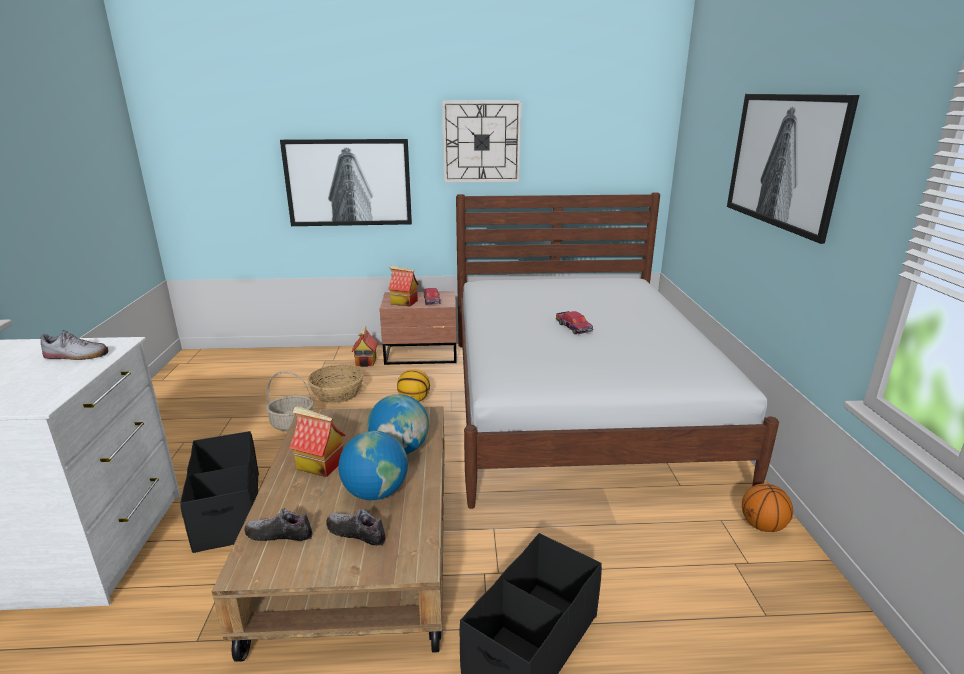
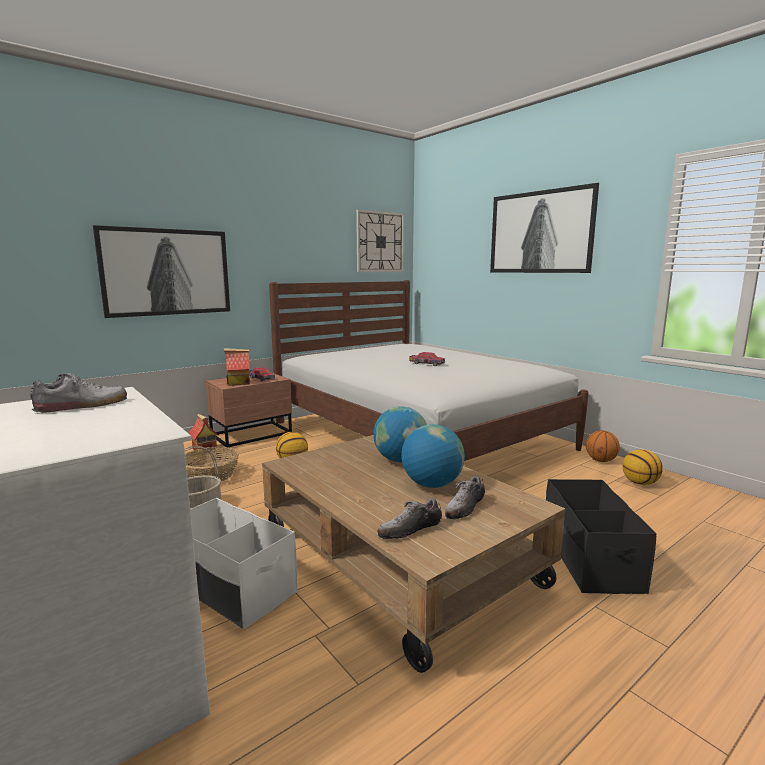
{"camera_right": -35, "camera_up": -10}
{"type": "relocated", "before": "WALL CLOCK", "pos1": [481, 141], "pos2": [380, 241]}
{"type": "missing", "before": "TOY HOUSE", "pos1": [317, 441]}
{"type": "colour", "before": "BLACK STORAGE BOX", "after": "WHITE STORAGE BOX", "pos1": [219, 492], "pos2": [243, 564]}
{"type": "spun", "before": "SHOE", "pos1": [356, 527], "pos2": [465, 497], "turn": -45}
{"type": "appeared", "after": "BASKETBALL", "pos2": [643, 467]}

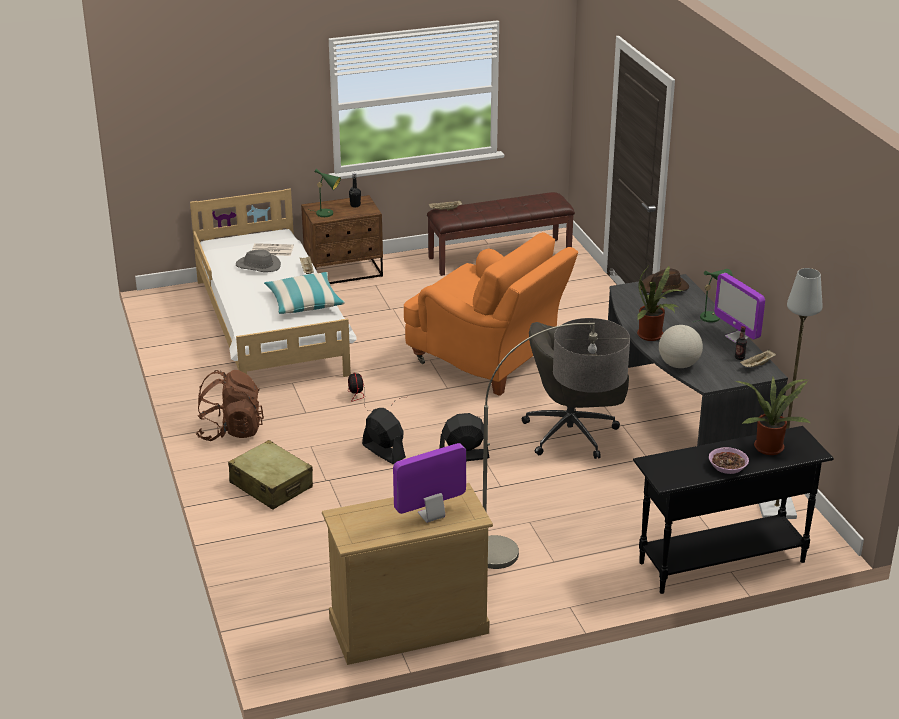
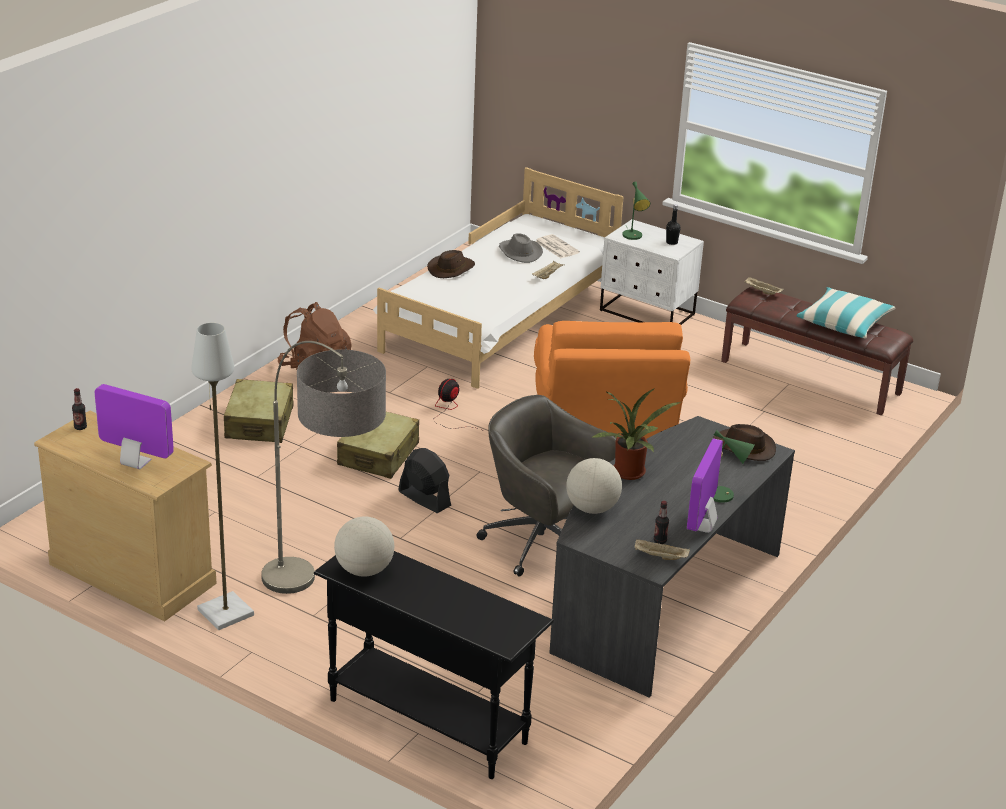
{"camera_right": 50, "camera_up": 0}
{"type": "colour", "before": "BROWN NIGHTSTAND", "after": "WHITE NIGHTSTAND", "pos1": [342, 239], "pos2": [652, 272]}
{"type": "relocated", "before": "GREY FLOOR LAMP", "pos1": [790, 393], "pos2": [222, 476]}
{"type": "relocated", "before": "PILLOW", "pos1": [304, 293], "pos2": [846, 312]}
{"type": "missing", "before": "POTTED PLANT", "pos1": [772, 416]}
{"type": "exchanged", "before": "BLACK FAN", "after": "BEIGE SUITCASE", "pos1": [384, 436], "pos2": [378, 445]}
{"type": "missing", "before": "BOWL", "pos1": [729, 460]}
{"type": "appeared", "after": "BROWN HAT", "pos2": [451, 264]}
{"type": "appeared", "after": "BOTTLE", "pos2": [79, 409]}
{"type": "appeared", "after": "GLOBE", "pos2": [364, 546]}

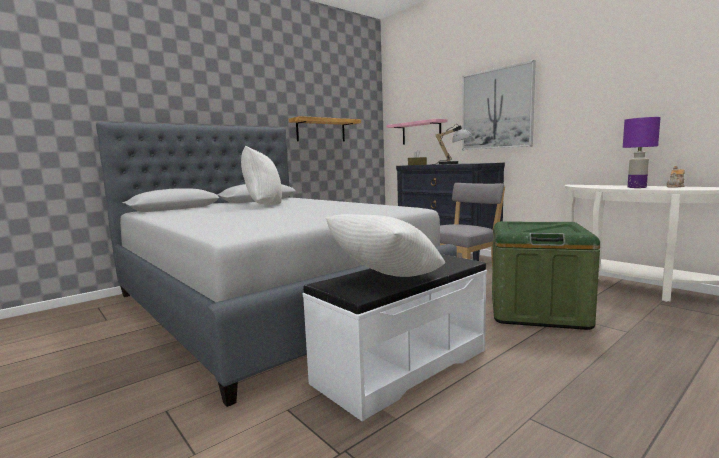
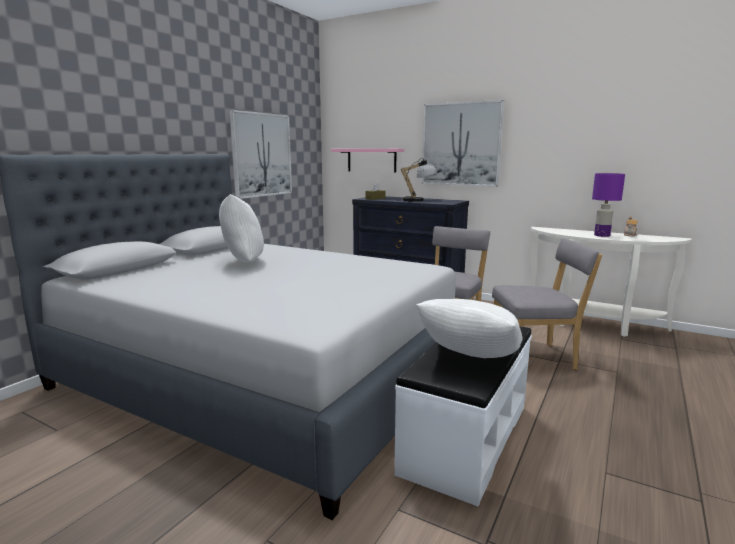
{"camera_right": -20, "camera_up": 5}
{"type": "exchanged", "before": "SHELF", "after": "PICTURE", "pos1": [325, 129], "pos2": [260, 154]}
{"type": "exchanged", "before": "GREEN STORAGE BOX", "after": "GREY CHAIR", "pos1": [546, 275], "pos2": [547, 304]}

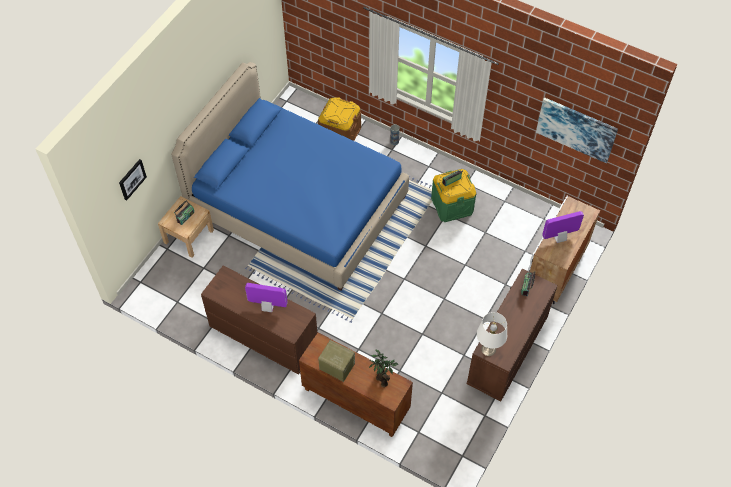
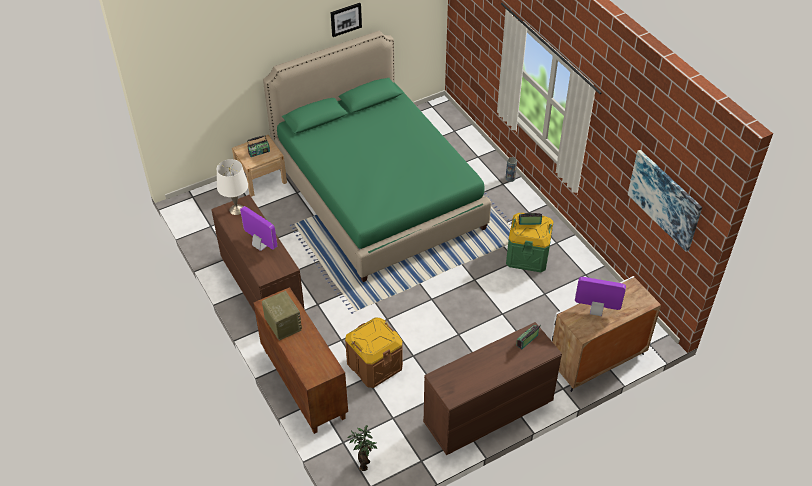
{"camera_right": 30, "camera_up": -10}
{"type": "colour", "before": "BLUE BED", "after": "GREEN BED", "pos1": [290, 176], "pos2": [377, 156]}
{"type": "relocated", "before": "BROWN STORAGE BOX", "pos1": [339, 119], "pos2": [374, 352]}
{"type": "relocated", "before": "PICTURE", "pos1": [133, 179], "pos2": [346, 20]}
{"type": "relocated", "before": "WHITE TABLE LAMP", "pos1": [492, 334], "pos2": [232, 187]}
{"type": "relocated", "before": "POTTED PLANT", "pos1": [383, 368], "pos2": [362, 448]}

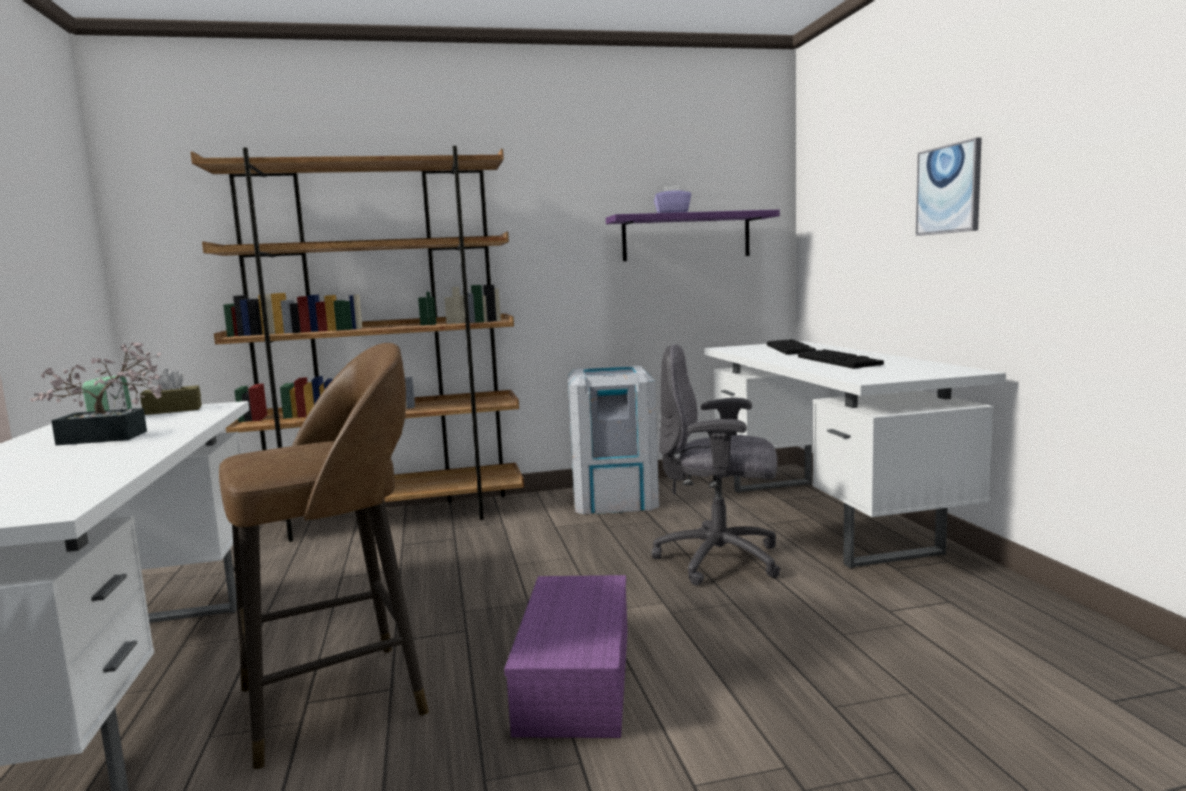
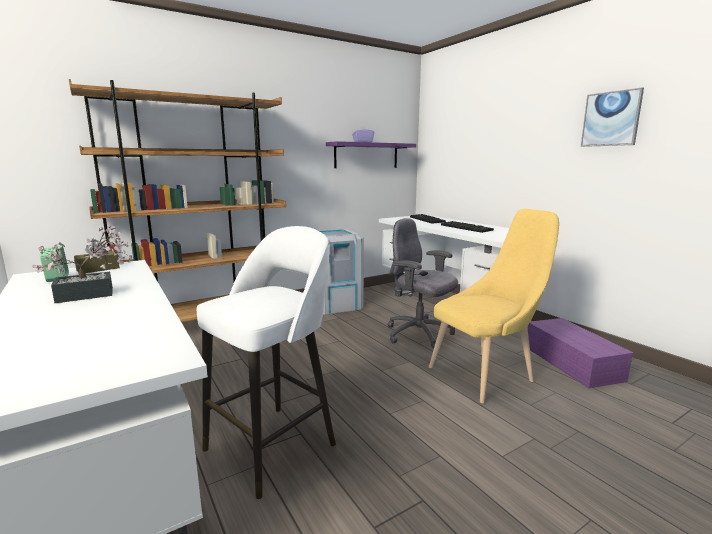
{"camera_right": -20, "camera_up": 5}
{"type": "relocated", "before": "PICTURE", "pos1": [949, 186], "pos2": [612, 117]}
{"type": "colour", "before": "BROWN STOOL", "after": "WHITE STOOL", "pos1": [324, 556], "pos2": [266, 362]}
{"type": "spun", "before": "GREY OFFICE CHAIR", "pos1": [716, 465], "pos2": [422, 283], "turn": 45}
{"type": "relocated", "before": "PURPLE STORAGE BOX", "pos1": [566, 656], "pos2": [581, 353]}
{"type": "appeared", "after": "YELLOW CHAIR", "pos2": [494, 306]}

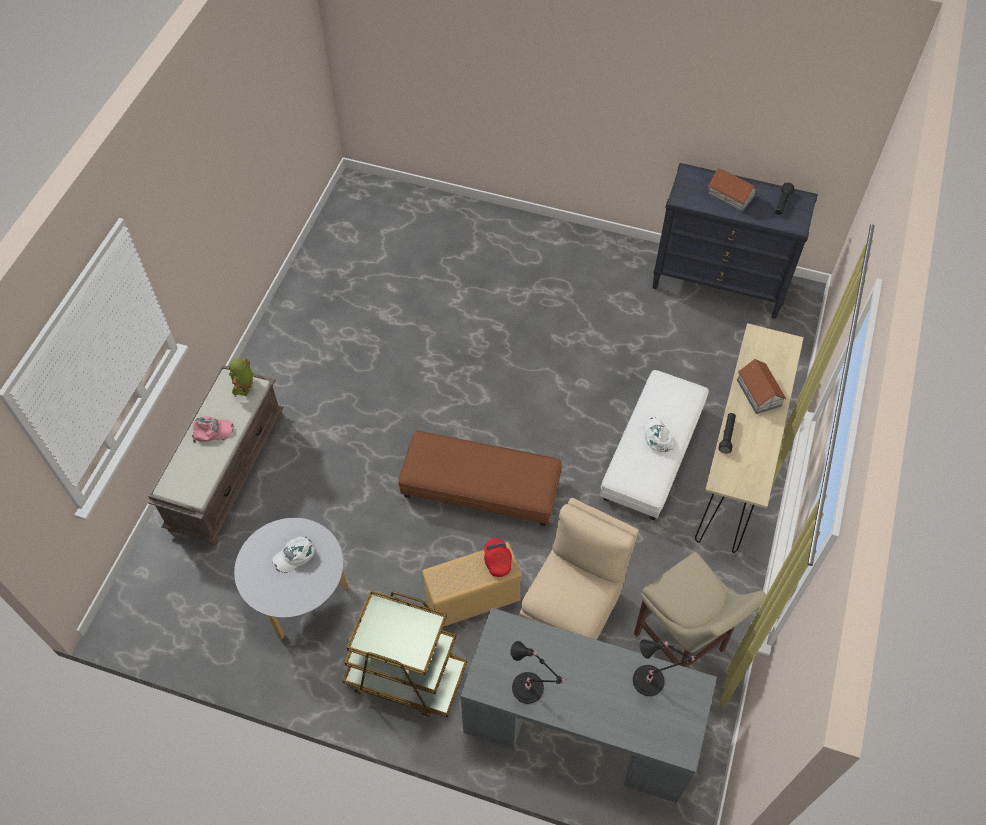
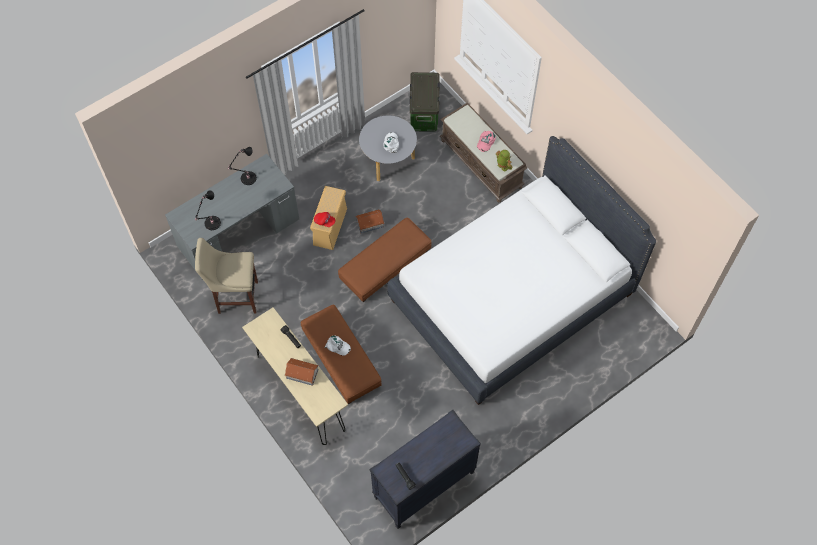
{"camera_right": 125, "camera_up": 5}
{"type": "relocated", "before": "TOY HOUSE", "pos1": [732, 190], "pos2": [369, 221]}
{"type": "colour", "before": "WHITE OTTOMAN", "after": "BROWN OTTOMAN", "pos1": [654, 445], "pos2": [341, 354]}
{"type": "missing", "before": "BEIGE CHAIR", "pos1": [579, 569]}
{"type": "missing", "before": "BROWN CART", "pos1": [404, 653]}
{"type": "appeared", "after": "STORAGE BOX", "pos2": [425, 102]}
{"type": "appeared", "after": "WHITE BED", "pos2": [521, 270]}

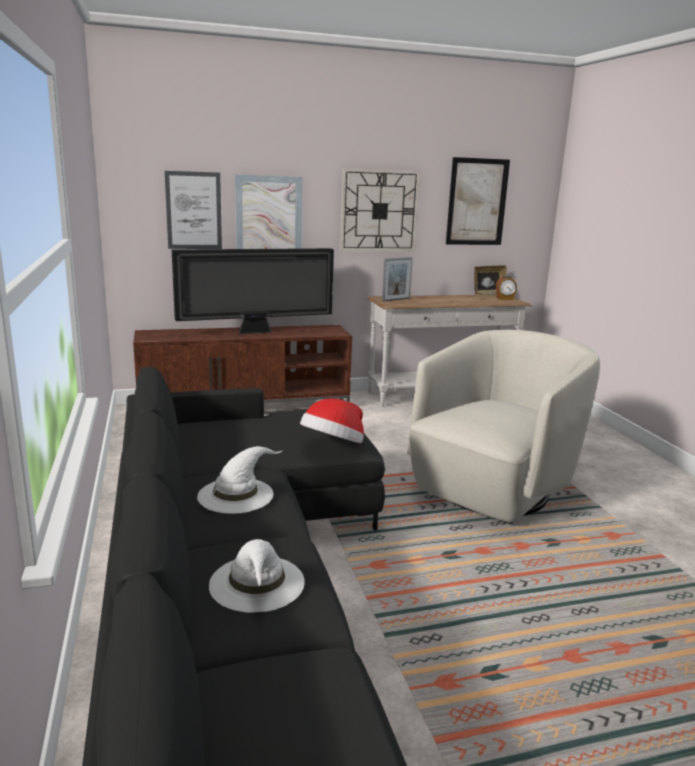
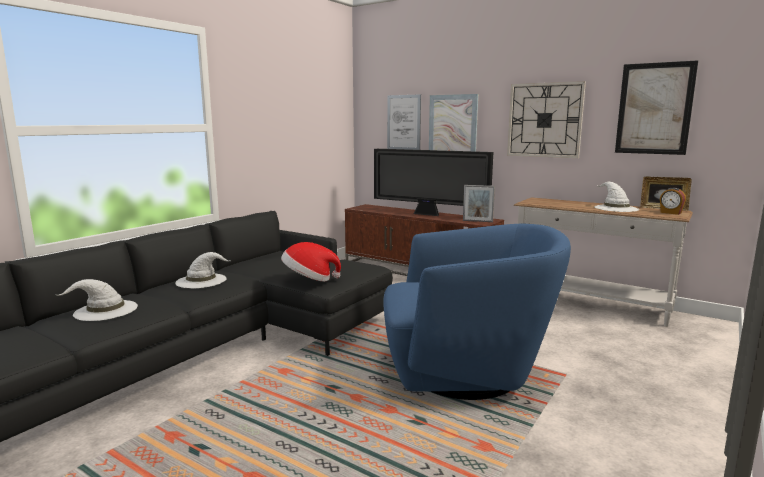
{"camera_right": 50, "camera_up": -5}
{"type": "relocated", "before": "PICTURE FRAME", "pos1": [397, 279], "pos2": [479, 203]}
{"type": "colour", "before": "BEIGE ARMCHAIR", "after": "BLUE ARMCHAIR", "pos1": [503, 426], "pos2": [477, 312]}
{"type": "appeared", "after": "WHITE HAT", "pos2": [617, 197]}

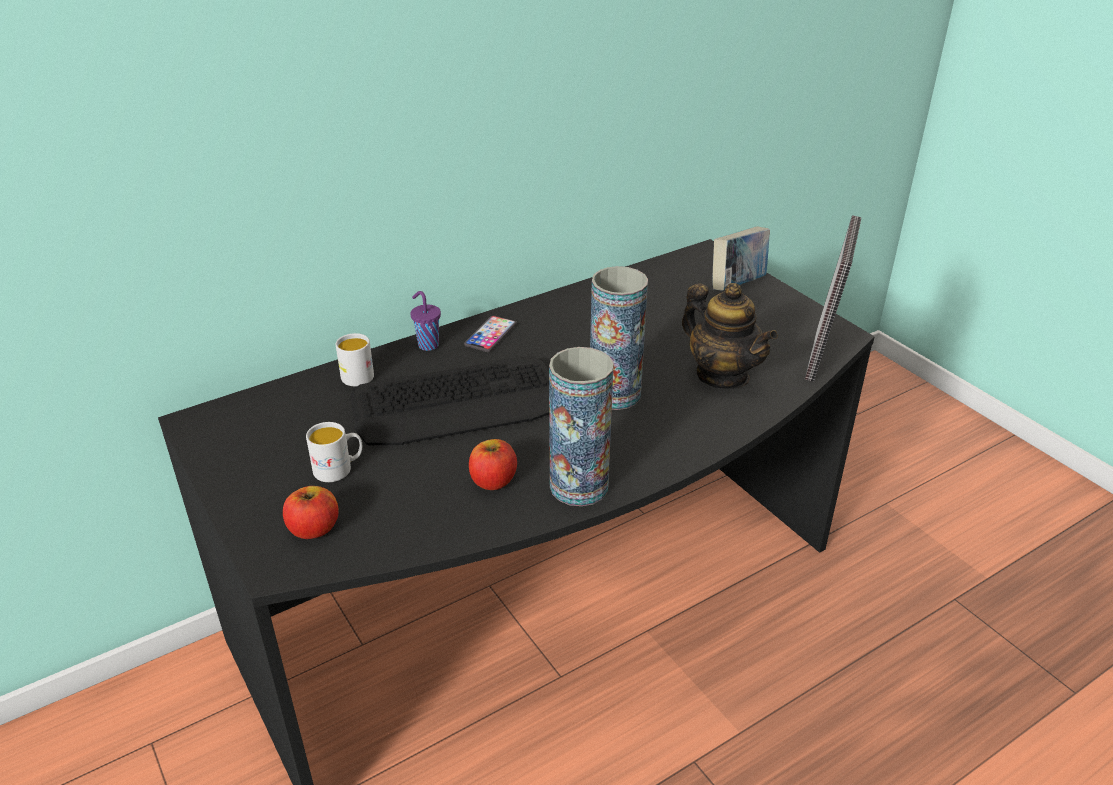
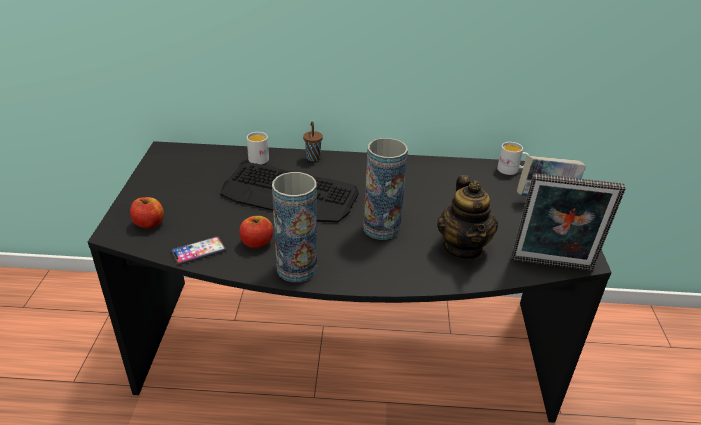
{"camera_right": 35, "camera_up": 0}
{"type": "spun", "before": "PICTURE FRAME", "pos1": [833, 298], "pos2": [569, 222], "turn": 45}
{"type": "colour", "before": "PURPLE CUP", "after": "BROWN CUP", "pos1": [425, 321], "pos2": [313, 141]}
{"type": "relocated", "before": "PHONE", "pos1": [490, 334], "pos2": [198, 251]}
{"type": "relocated", "before": "WHITE MUG", "pos1": [334, 452], "pos2": [513, 158]}

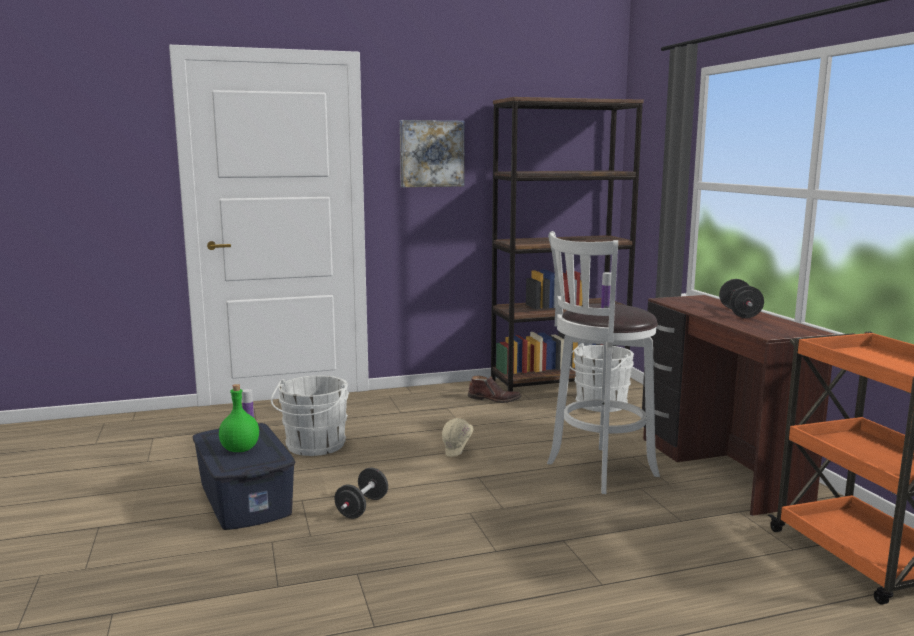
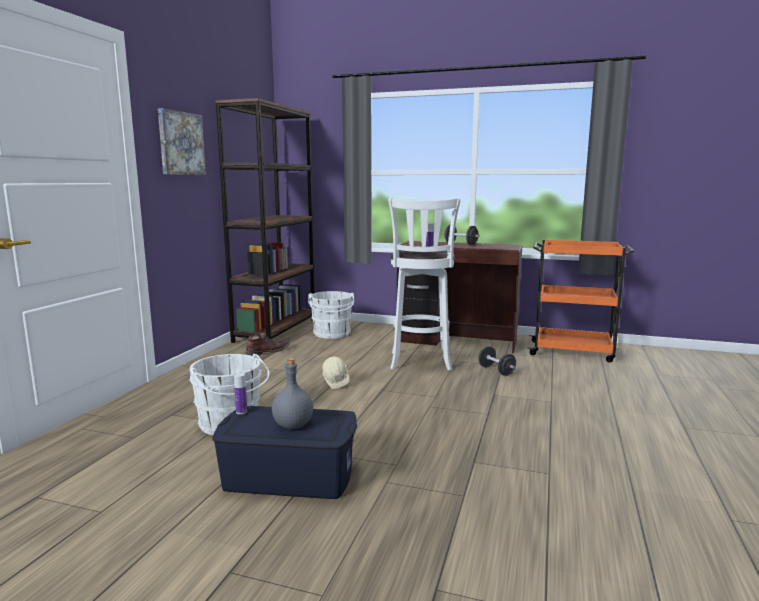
{"camera_right": -55, "camera_up": 0}
{"type": "colour", "before": "GREEN BOTTLE", "after": "GREY BOTTLE", "pos1": [239, 418], "pos2": [292, 393]}
{"type": "relocated", "before": "BLACK DUMBBELL", "pos1": [361, 493], "pos2": [497, 361]}

